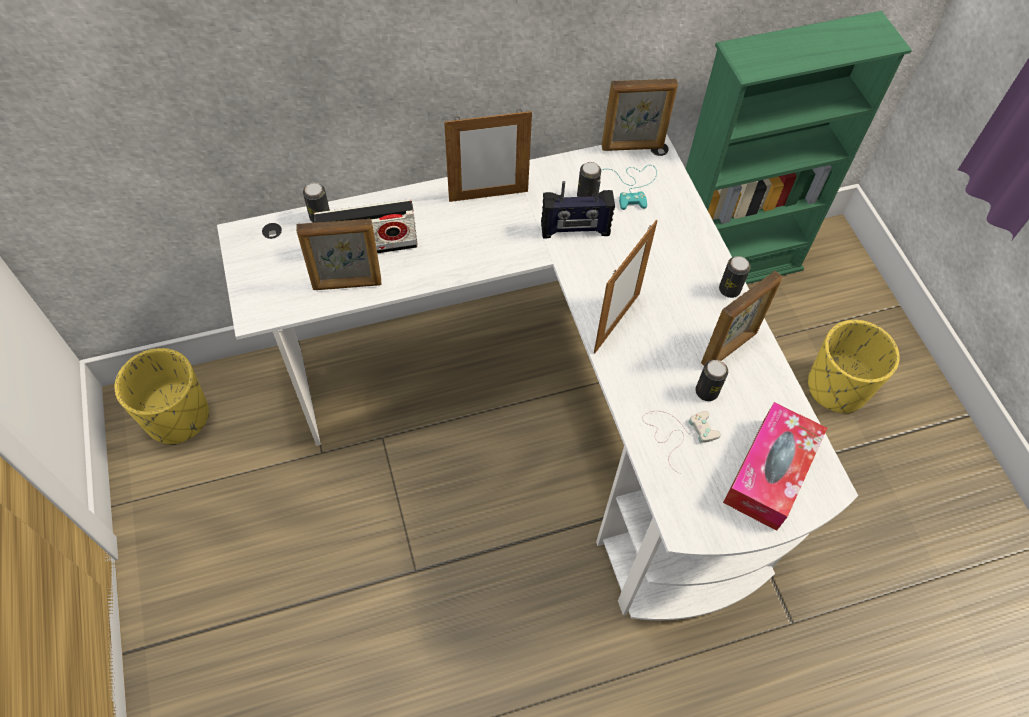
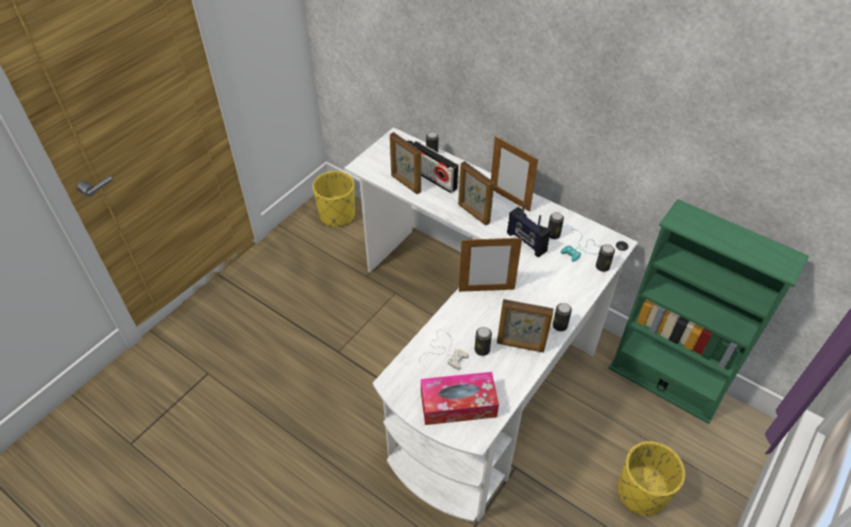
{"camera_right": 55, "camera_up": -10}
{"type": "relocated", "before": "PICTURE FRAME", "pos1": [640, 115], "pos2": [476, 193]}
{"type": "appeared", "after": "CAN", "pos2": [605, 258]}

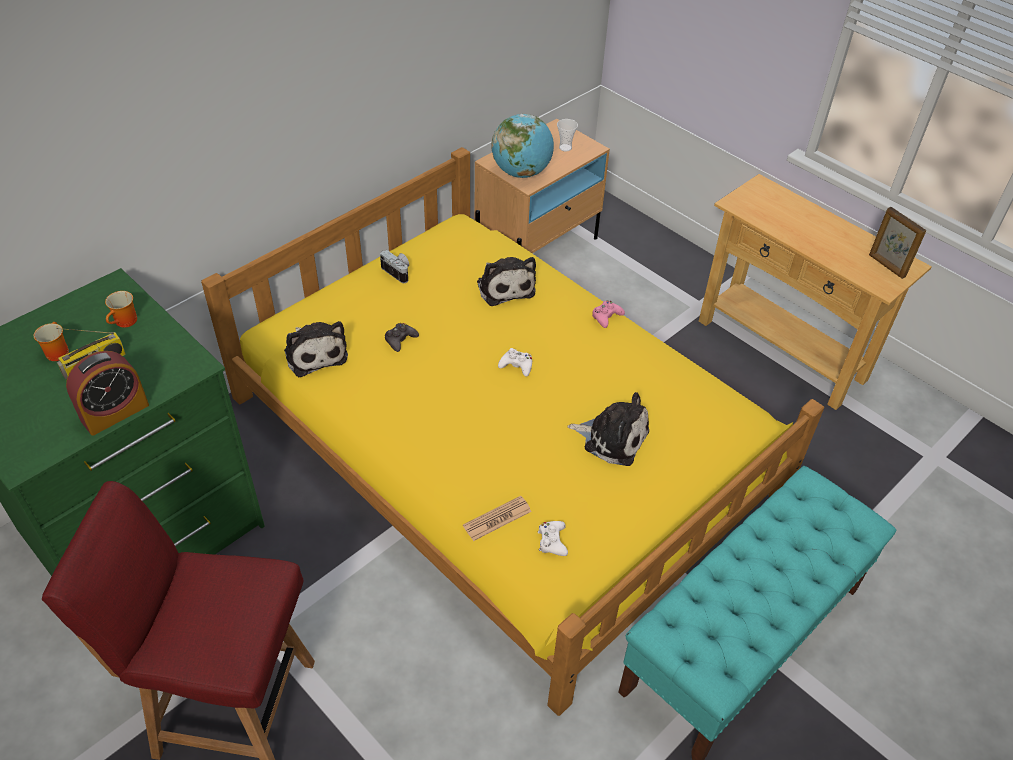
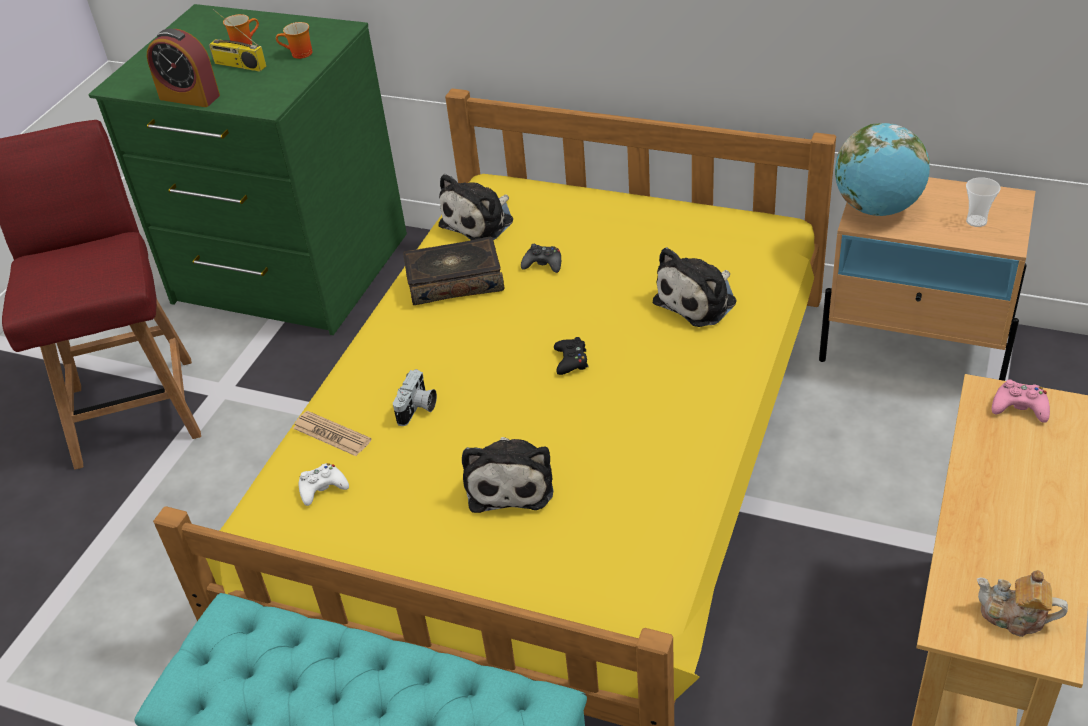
{"camera_right": 70, "camera_up": -5}
{"type": "exchanged", "before": "PICTURE FRAME", "after": "TEAPOT", "pos1": [897, 243], "pos2": [1022, 603]}
{"type": "relocated", "before": "PHOTO CAMERA", "pos1": [394, 266], "pos2": [415, 397]}
{"type": "relocated", "before": "PINK GAME CONTROLLER", "pos1": [608, 314], "pos2": [1021, 401]}
{"type": "colour", "before": "WHITE GAME CONTROLLER", "after": "BLACK GAME CONTROLLER", "pos1": [515, 362], "pos2": [571, 356]}
{"type": "appeared", "after": "BOOK", "pos2": [453, 270]}

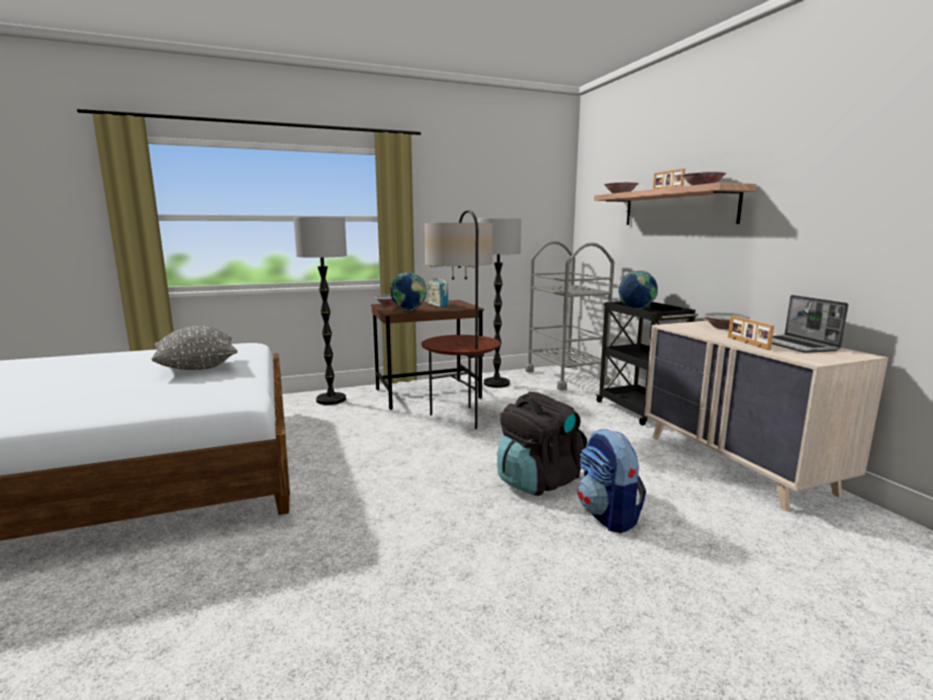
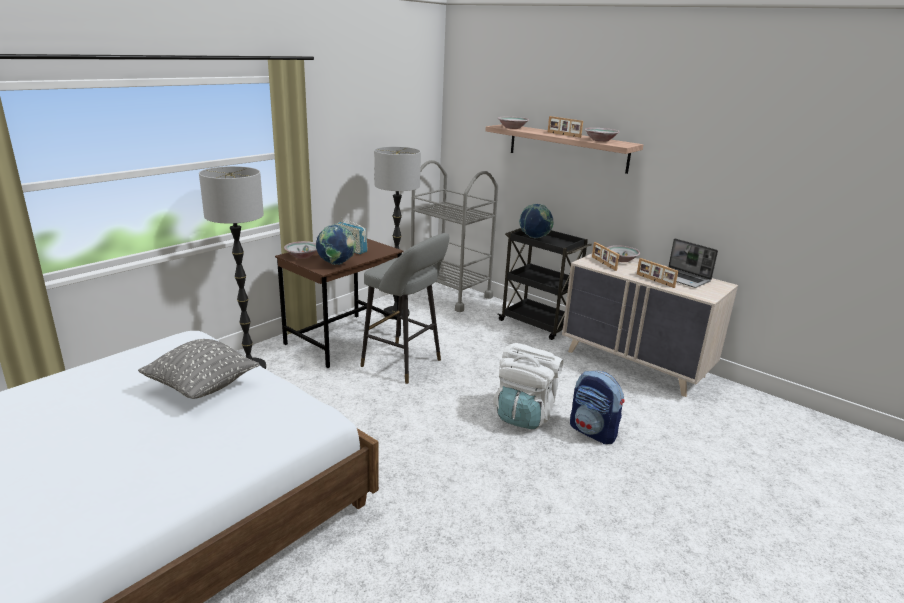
{"camera_right": -30, "camera_up": 10}
{"type": "exchanged", "before": "FLOOR LAMP", "after": "GREY STOOL", "pos1": [460, 319], "pos2": [404, 308]}
{"type": "colour", "before": "BLACK BACKPACK", "after": "WHITE BACKPACK", "pos1": [542, 444], "pos2": [528, 386]}
{"type": "appeared", "after": "PICTURE FRAME", "pos2": [605, 256]}

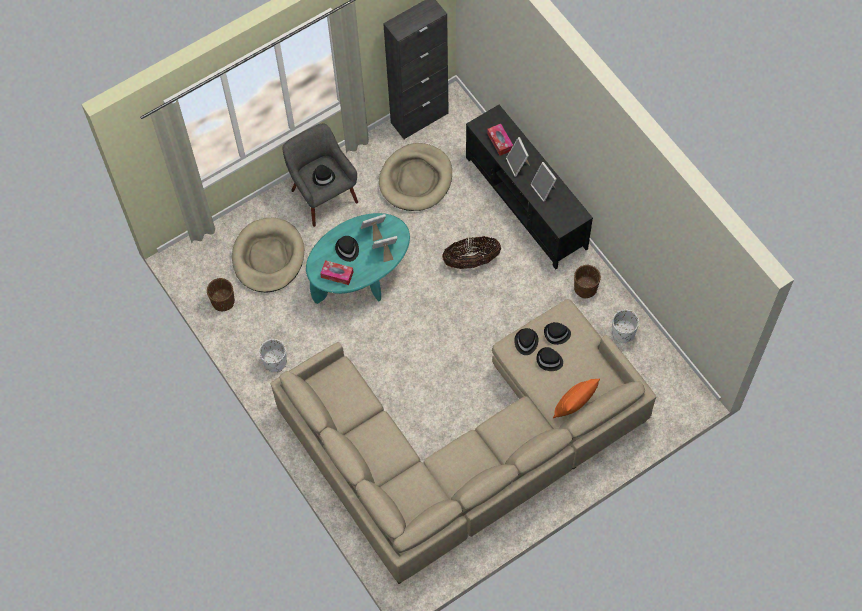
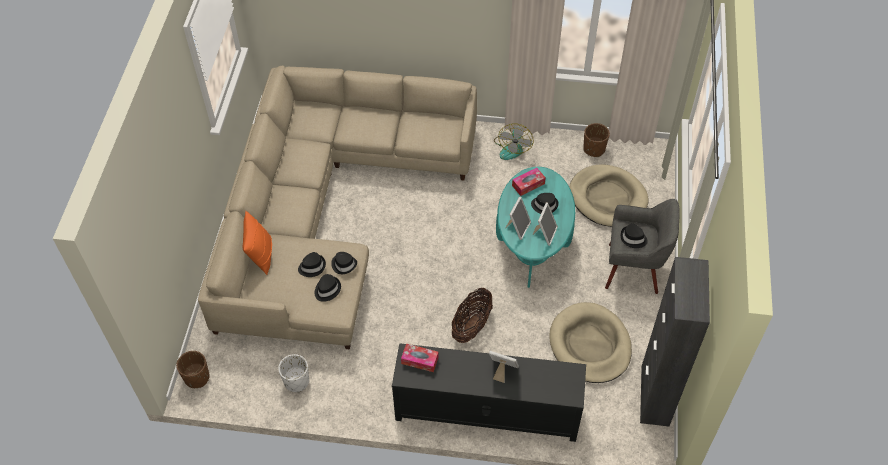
{"camera_right": 130, "camera_up": -10}
{"type": "relocated", "before": "TISSUE BOX", "pos1": [500, 140], "pos2": [420, 357]}
{"type": "missing", "before": "PICTURE FRAME", "pos1": [543, 182]}
{"type": "relocated", "before": "BROWN PLANTER", "pos1": [587, 281], "pos2": [193, 369]}
{"type": "exchanged", "before": "WHITE PLANTER", "after": "FAN", "pos1": [273, 355], "pos2": [514, 141]}

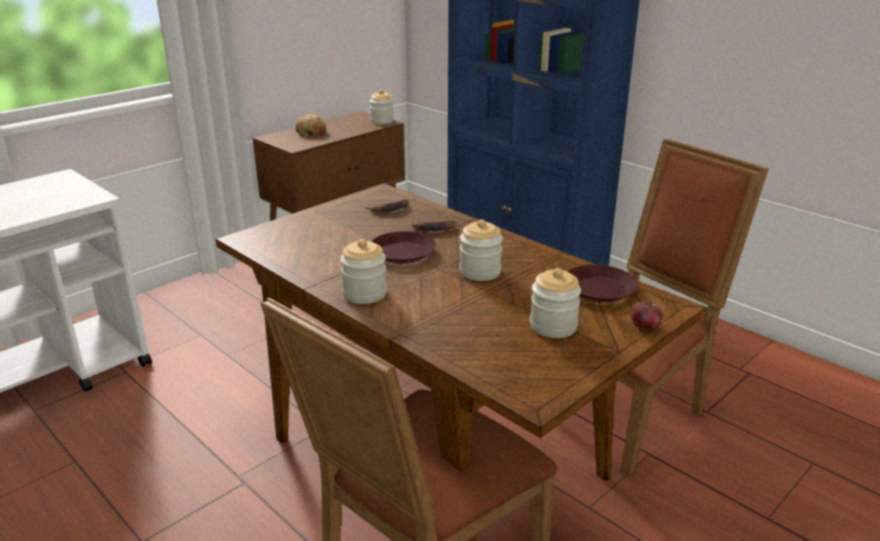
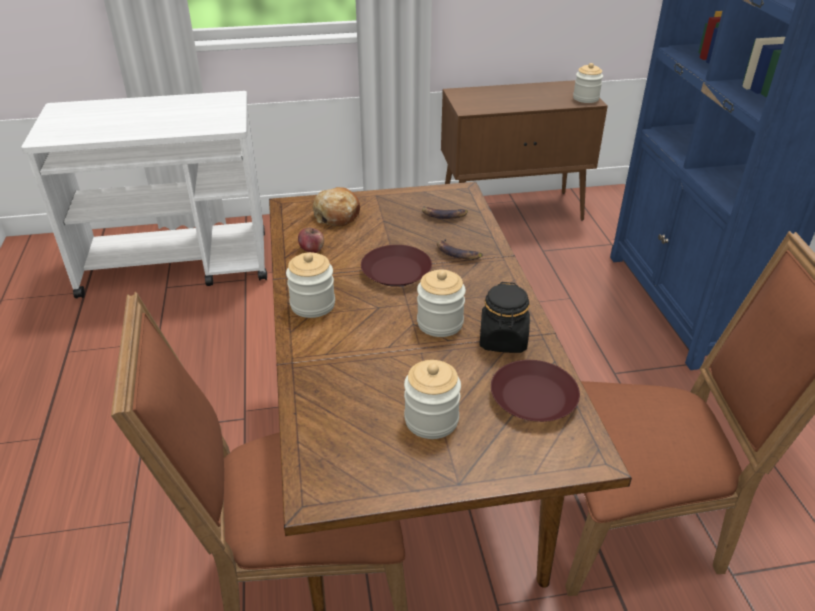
{"camera_right": 35, "camera_up": 10}
{"type": "relocated", "before": "BREAD", "pos1": [311, 125], "pos2": [336, 207]}
{"type": "relocated", "before": "APPLE", "pos1": [647, 314], "pos2": [311, 240]}
{"type": "appeared", "after": "BLACK JAR", "pos2": [504, 317]}

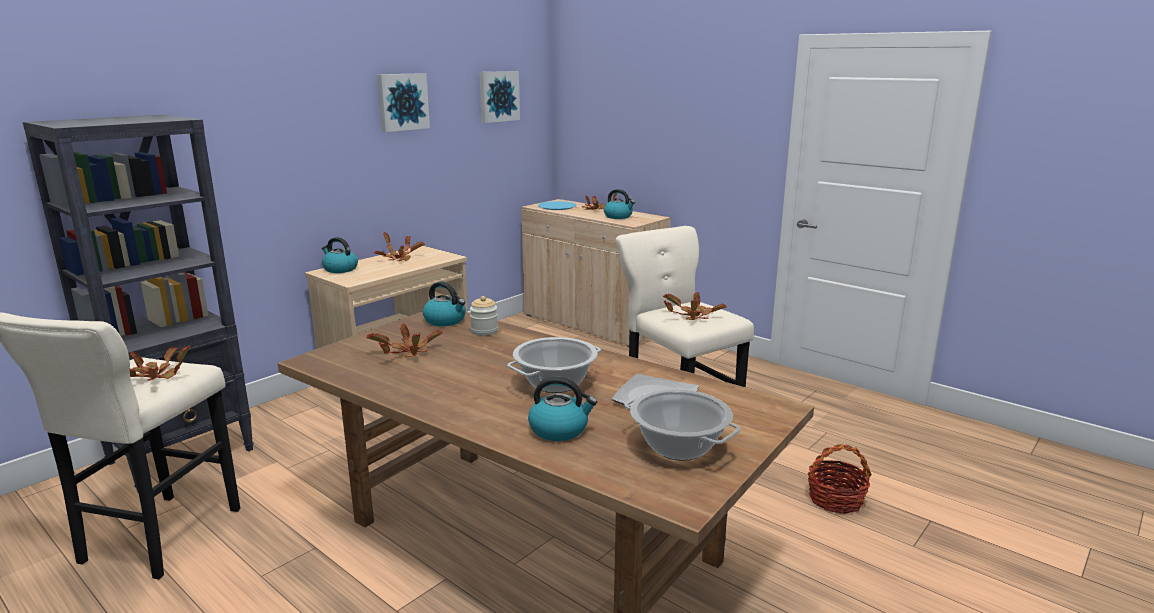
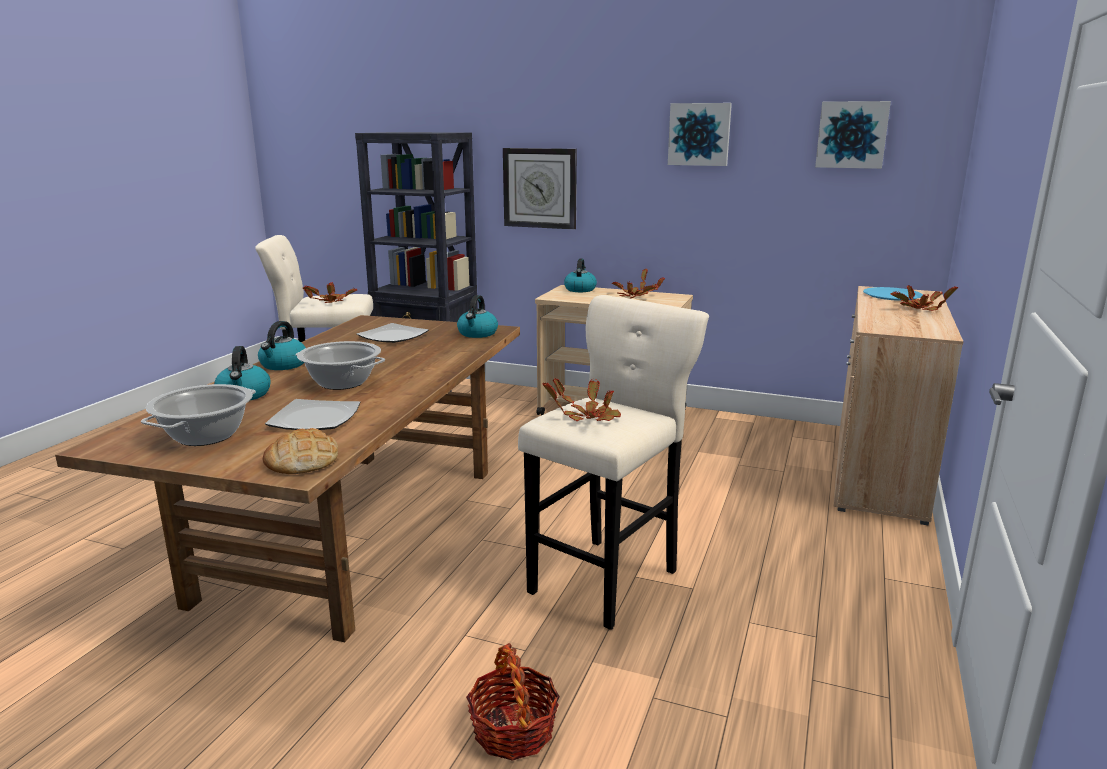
{"camera_right": 70, "camera_up": 0}
{"type": "relocated", "before": "KETTLE", "pos1": [619, 204], "pos2": [282, 345]}
{"type": "missing", "before": "JAR", "pos1": [484, 316]}
{"type": "exchanged", "before": "POTTED PLANT", "after": "PLATE", "pos1": [404, 340], "pos2": [392, 333]}
{"type": "appeared", "after": "WALL CLOCK", "pos2": [540, 188]}
{"type": "appeared", "after": "BREAD", "pos2": [300, 451]}

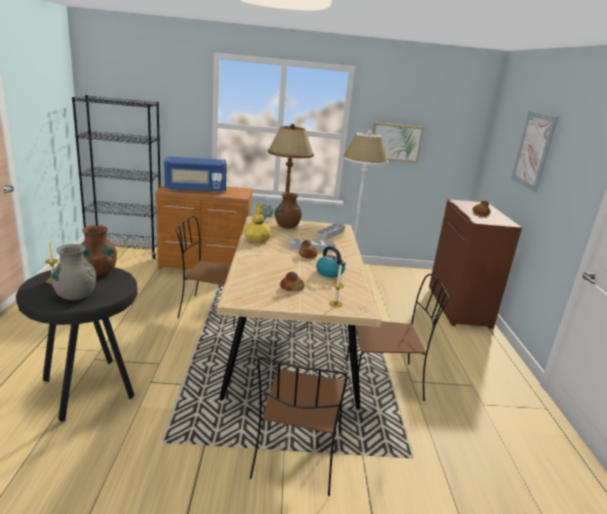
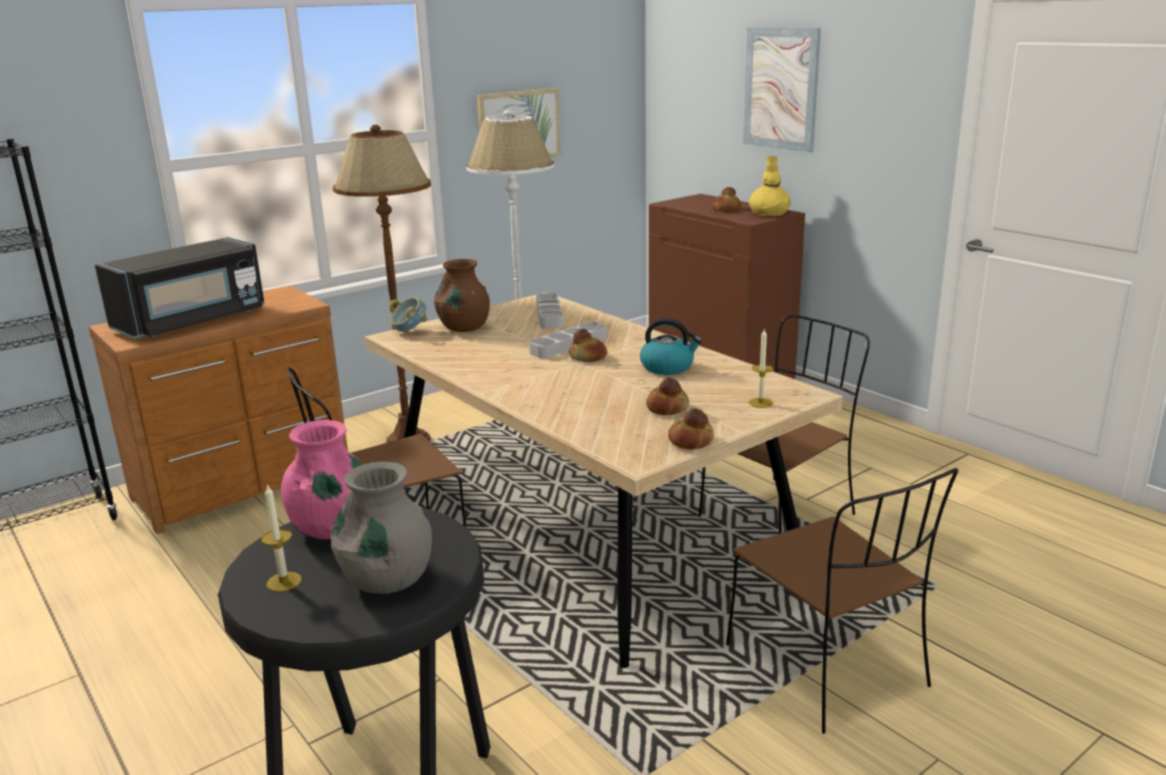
{"camera_right": -35, "camera_up": 0}
{"type": "colour", "before": "BLUE MICROWAVE", "after": "BLACK MICROWAVE", "pos1": [195, 174], "pos2": [180, 288]}
{"type": "relocated", "before": "YELLOW VASE", "pos1": [257, 223], "pos2": [770, 186]}
{"type": "colour", "before": "BROWN VASE", "after": "PINK VASE", "pos1": [98, 250], "pos2": [321, 479]}
{"type": "appeared", "after": "BREAD", "pos2": [691, 429]}

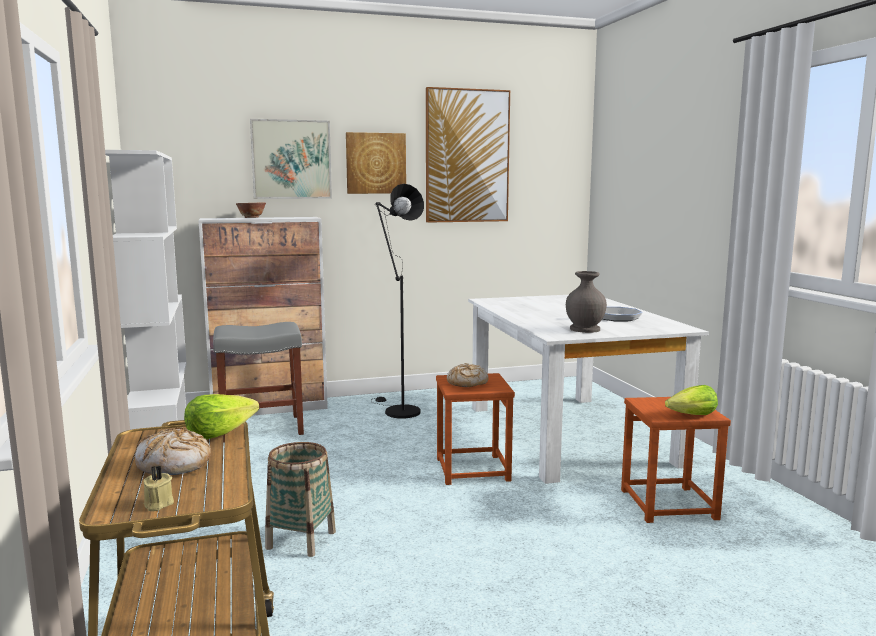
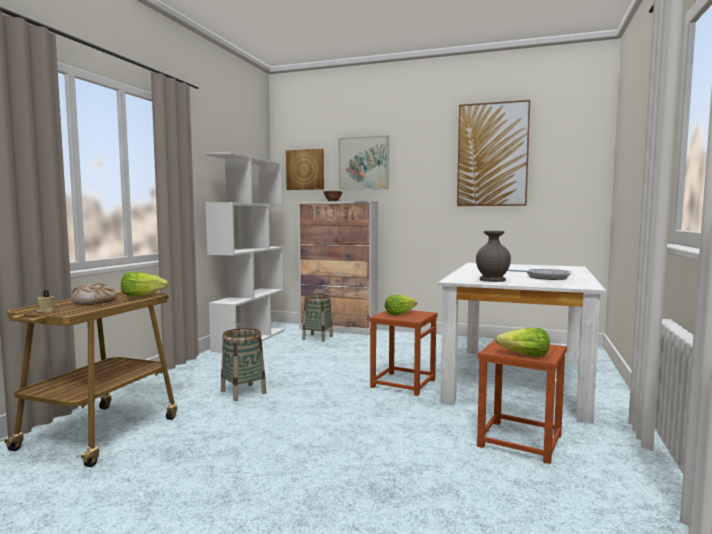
{"camera_right": 35, "camera_up": -5}
{"type": "relocated", "before": "PICTURE", "pos1": [376, 163], "pos2": [305, 169]}
{"type": "missing", "before": "BLACK FLOOR LAMP", "pos1": [399, 301]}
{"type": "exchanged", "before": "GREY STOOL", "after": "BASKET", "pos1": [258, 382], "pos2": [317, 318]}
{"type": "exchanged", "before": "BREAD", "after": "LETTUCE", "pos1": [468, 375], "pos2": [401, 305]}

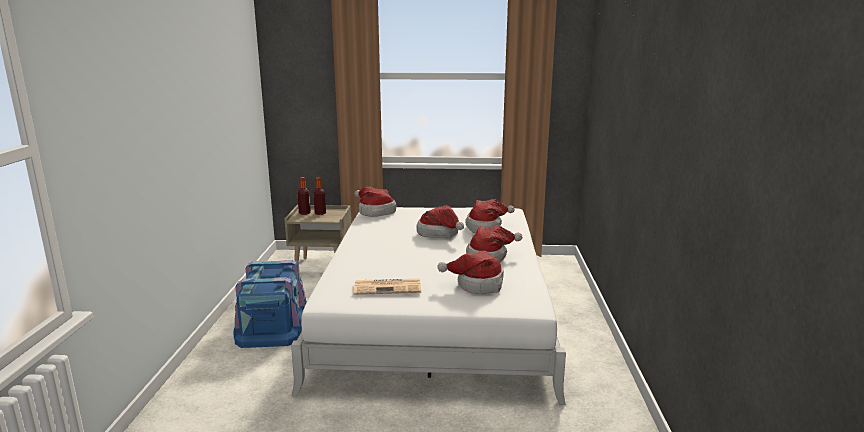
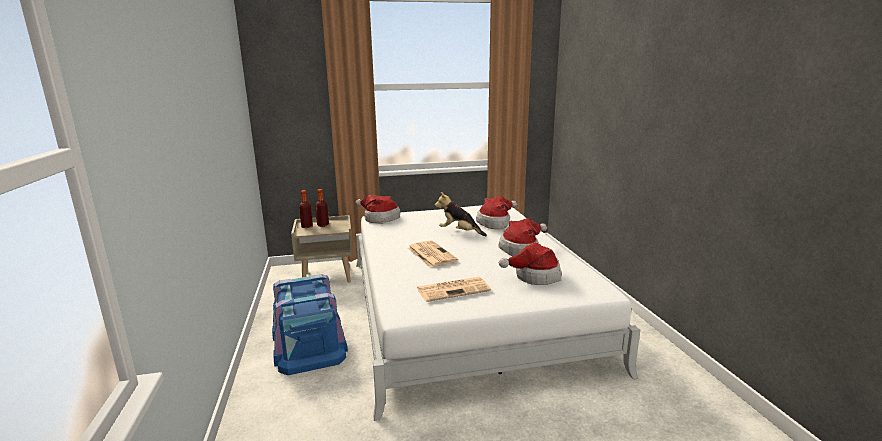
{"camera_right": -15, "camera_up": 0}
{"type": "exchanged", "before": "HAT", "after": "PLUSH TOY", "pos1": [440, 221], "pos2": [461, 214]}
{"type": "appeared", "after": "NEWSPAPER", "pos2": [433, 254]}

